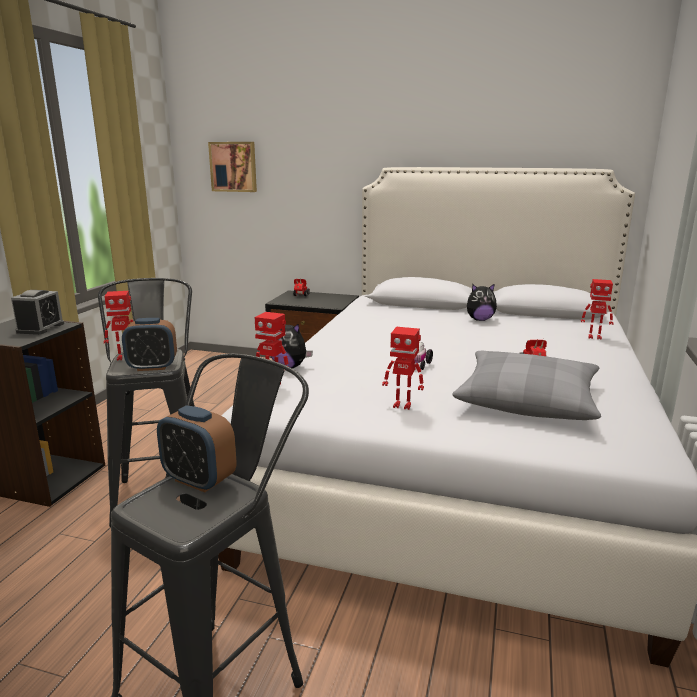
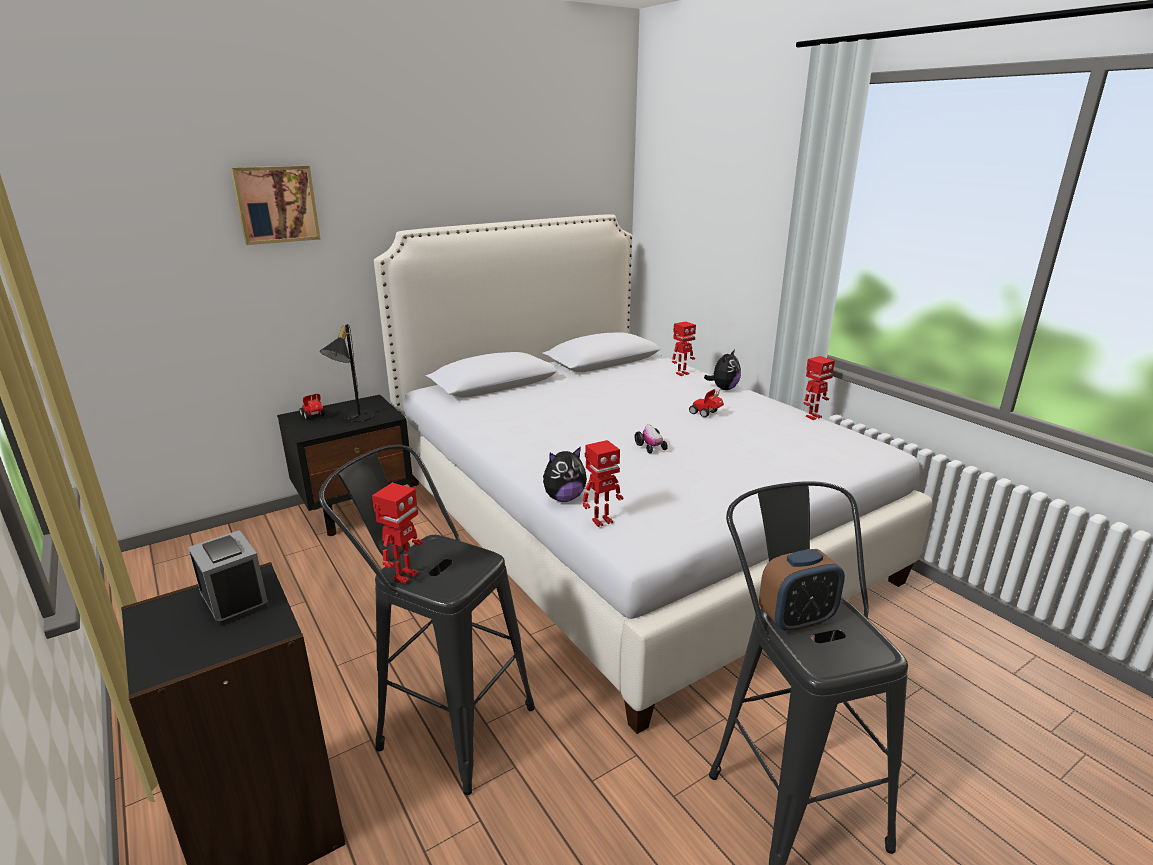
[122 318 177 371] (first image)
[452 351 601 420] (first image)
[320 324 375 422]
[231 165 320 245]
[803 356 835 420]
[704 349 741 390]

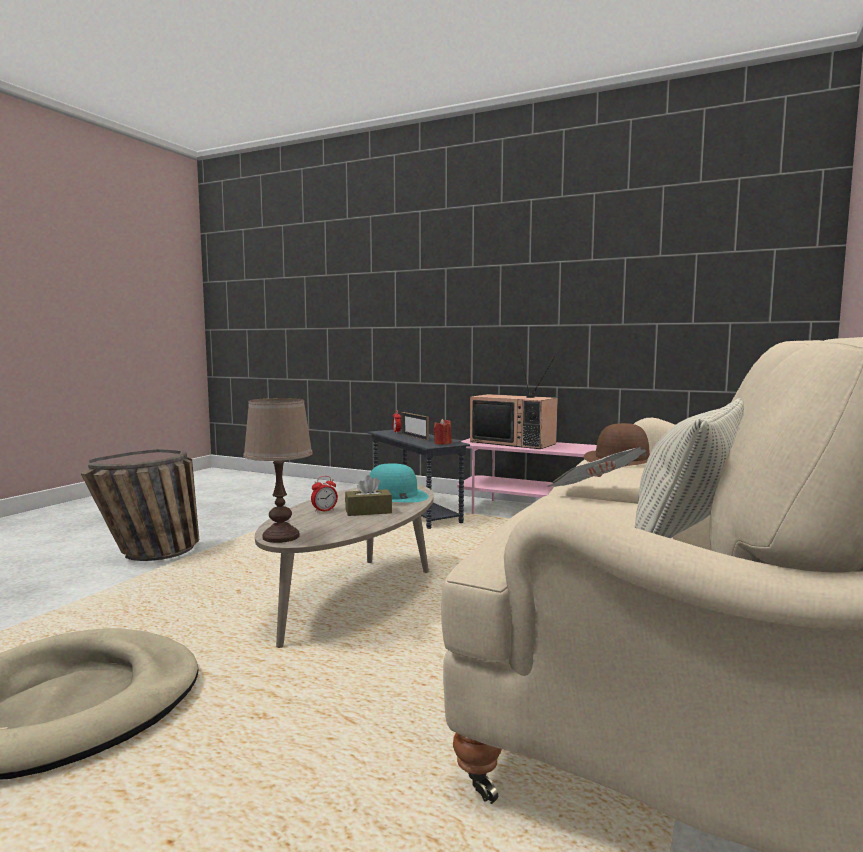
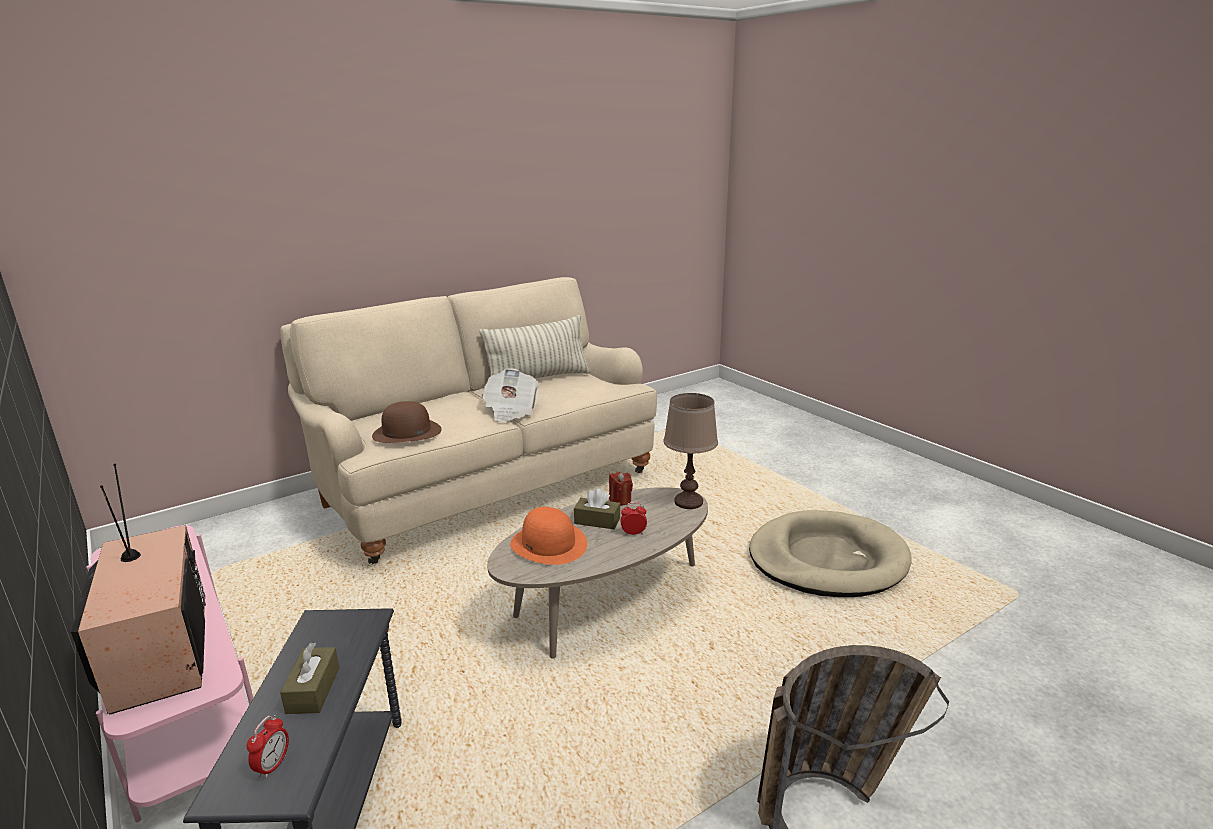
[609 472 633 505]
[280 643 339 714]
[510 507 587 565]

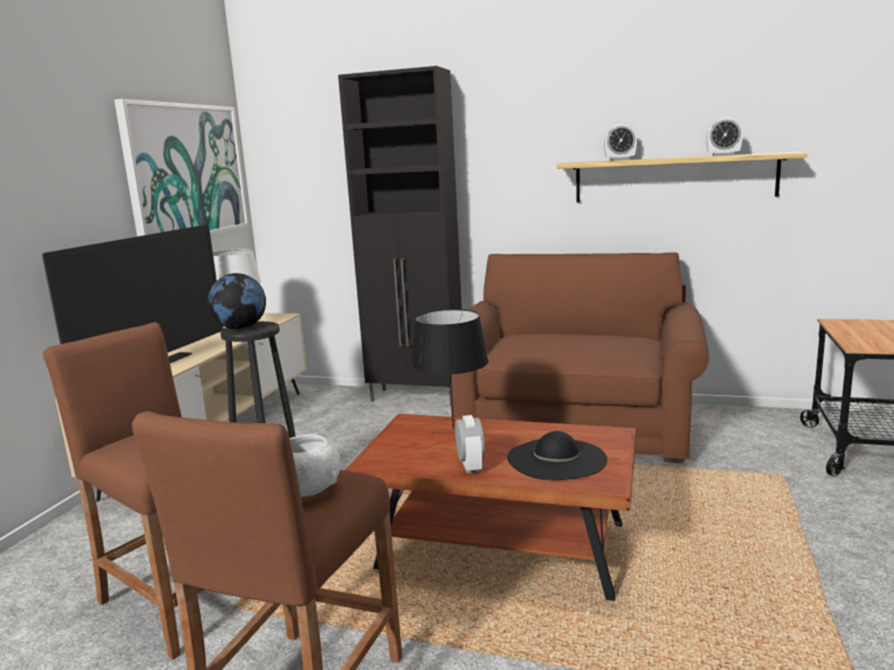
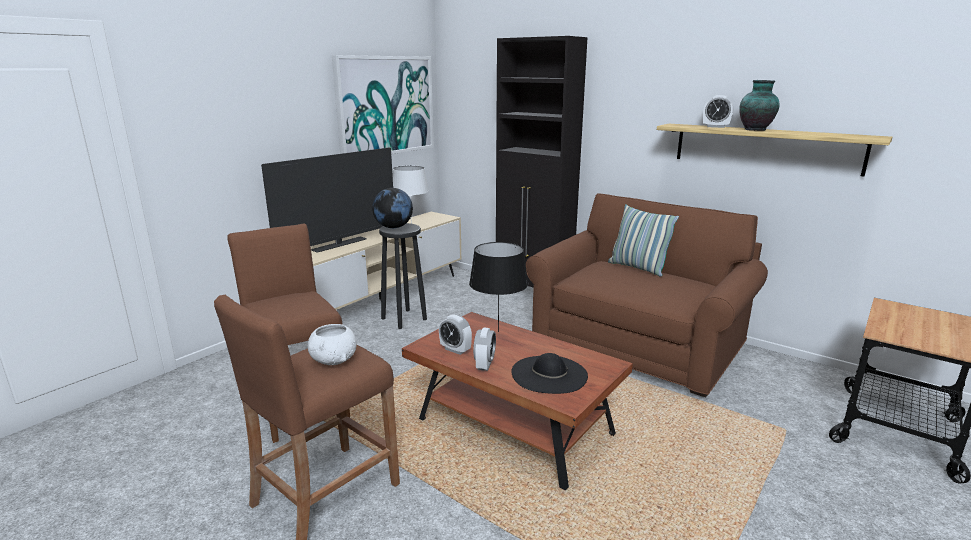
[608 204 679 277]
[739 80 779 131]
[439 314 472 355]

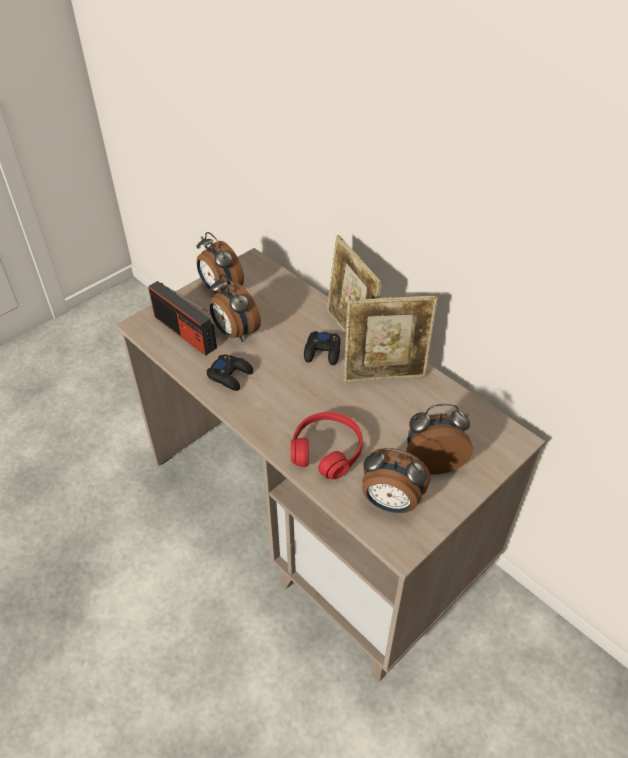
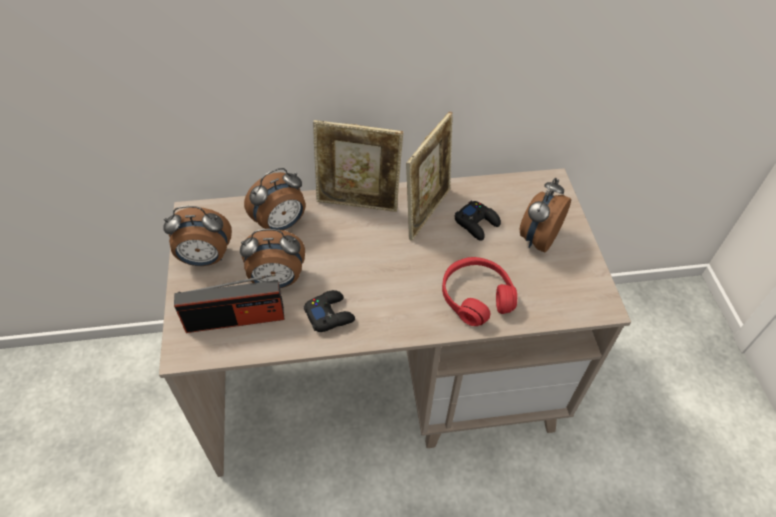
[454 201 501 241]
[244 168 306 231]

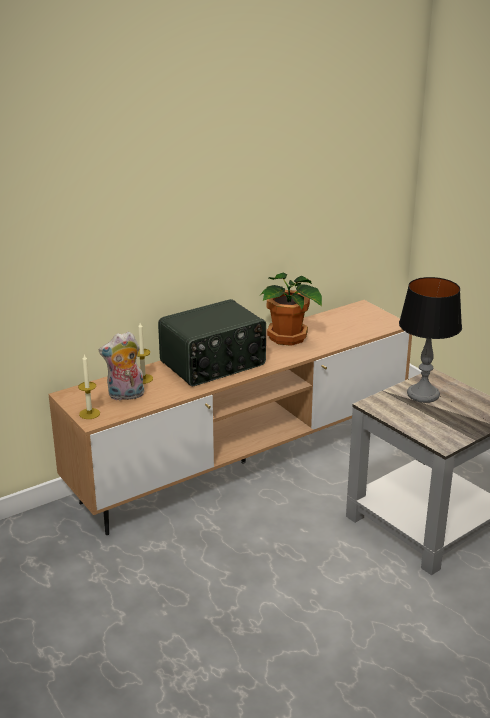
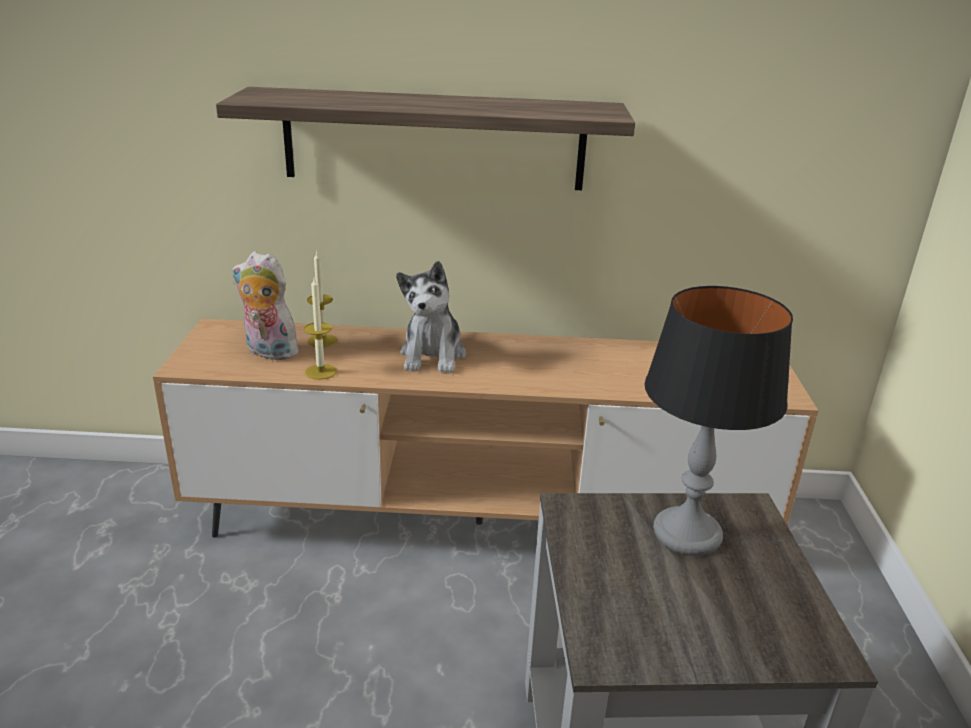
[260 273 322 346] (first image)
[216 87 635 190]
[304 277 337 380]
[396 261 466 373]

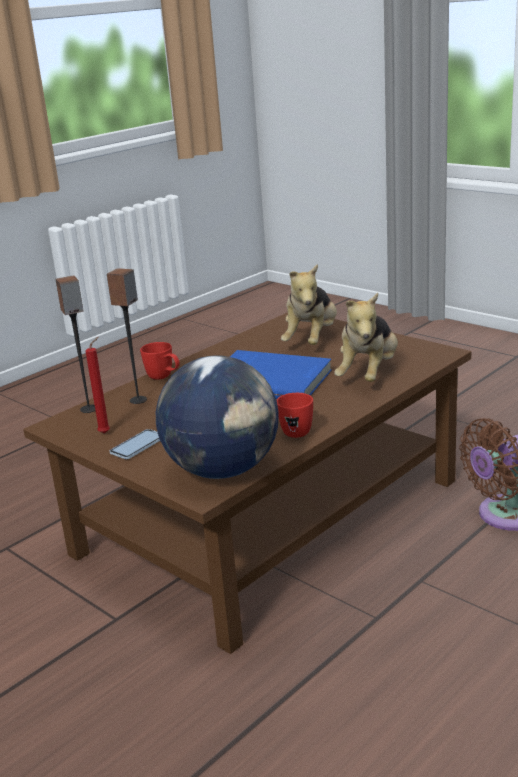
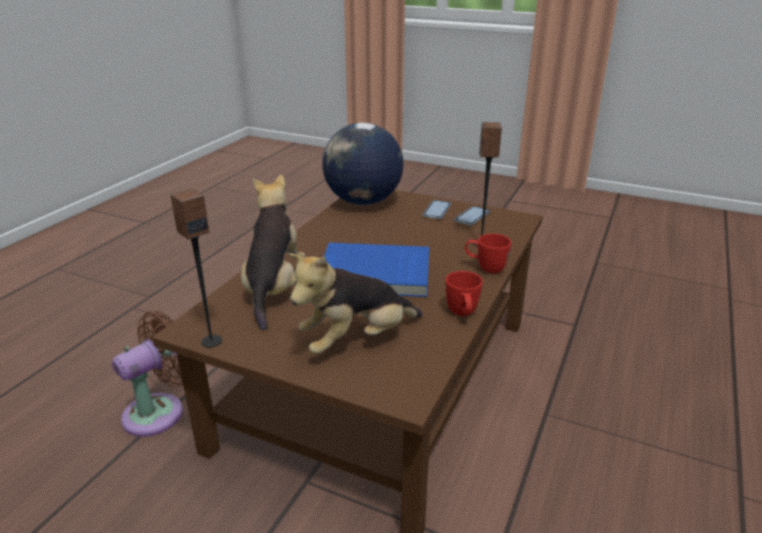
[170 189 222 348]
[446 271 483 316]
[454 206 490 225]
[288 253 423 354]

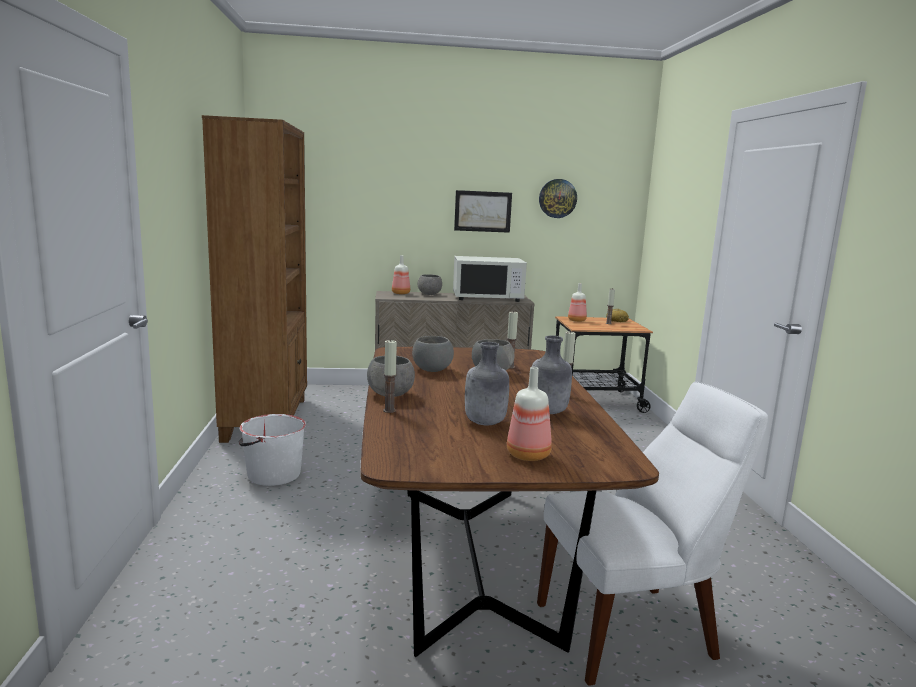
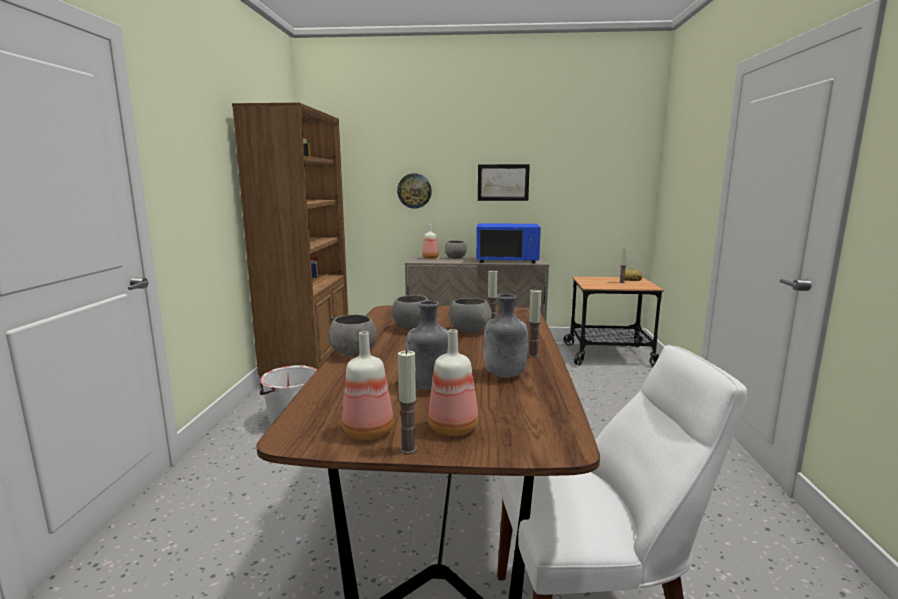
[398 350 417 454]
[397 174 432 209]
[342 331 394 440]
[476 223 541 264]

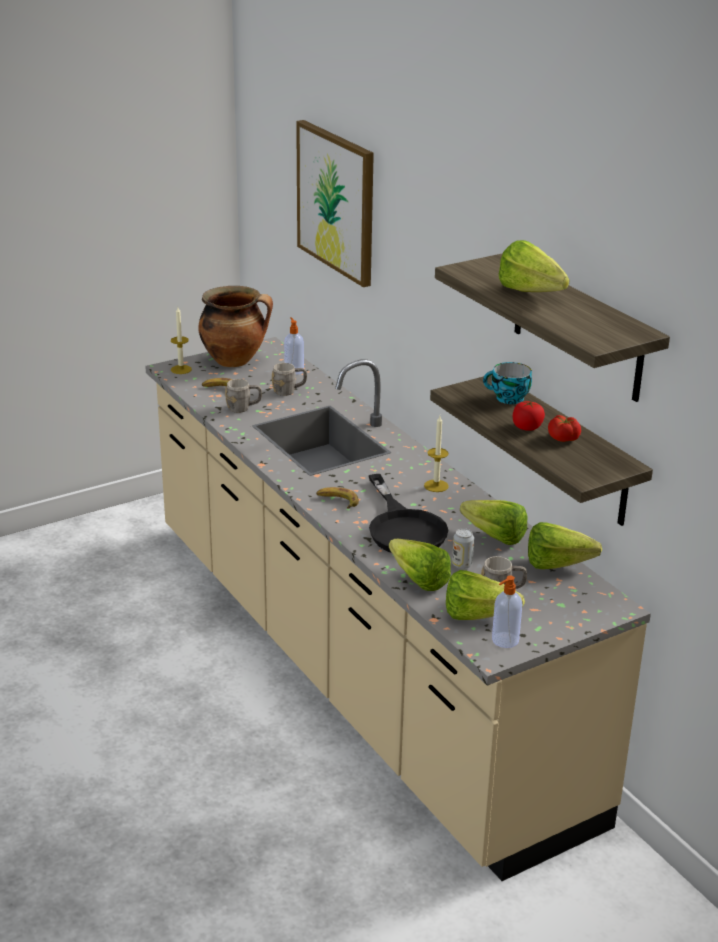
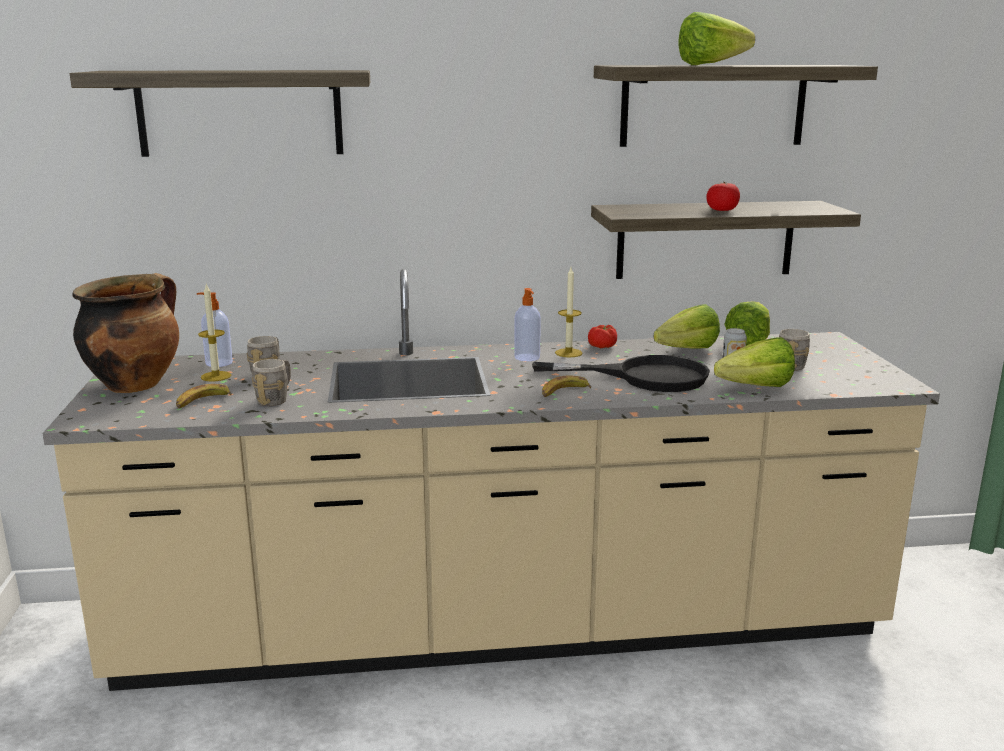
[446 570 525 620] (first image)
[483 362 532 404] (first image)
[198 284 231 382]
[514 288 541 361]
[588 325 617 348]
[70 70 370 157]

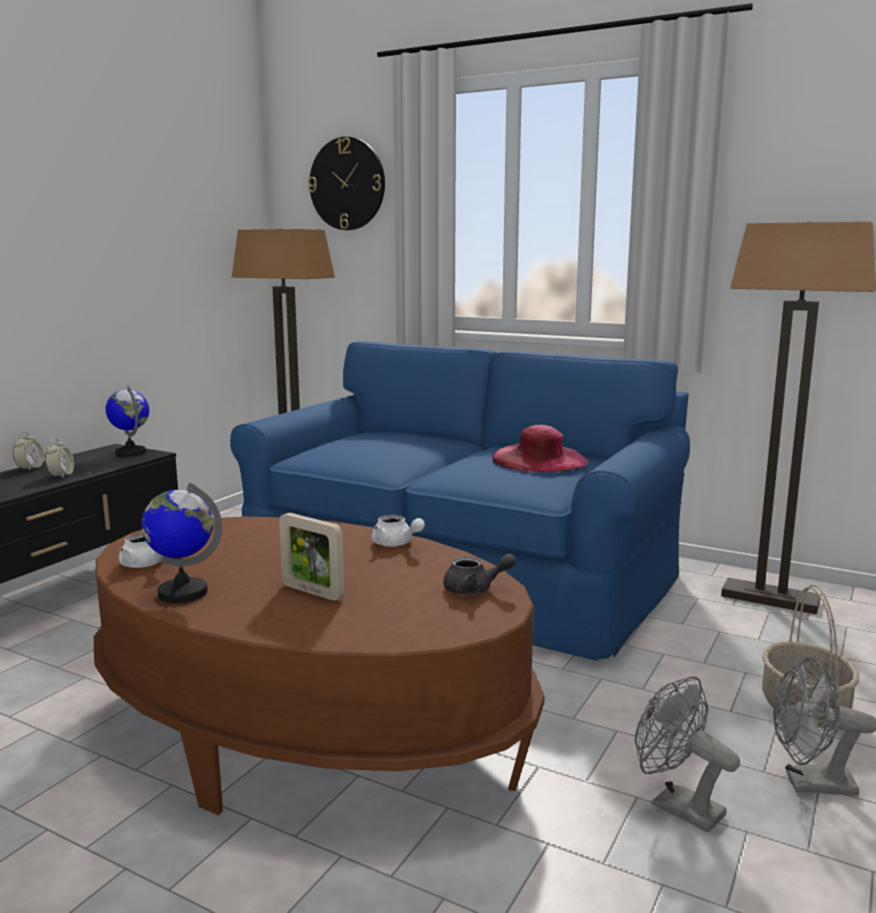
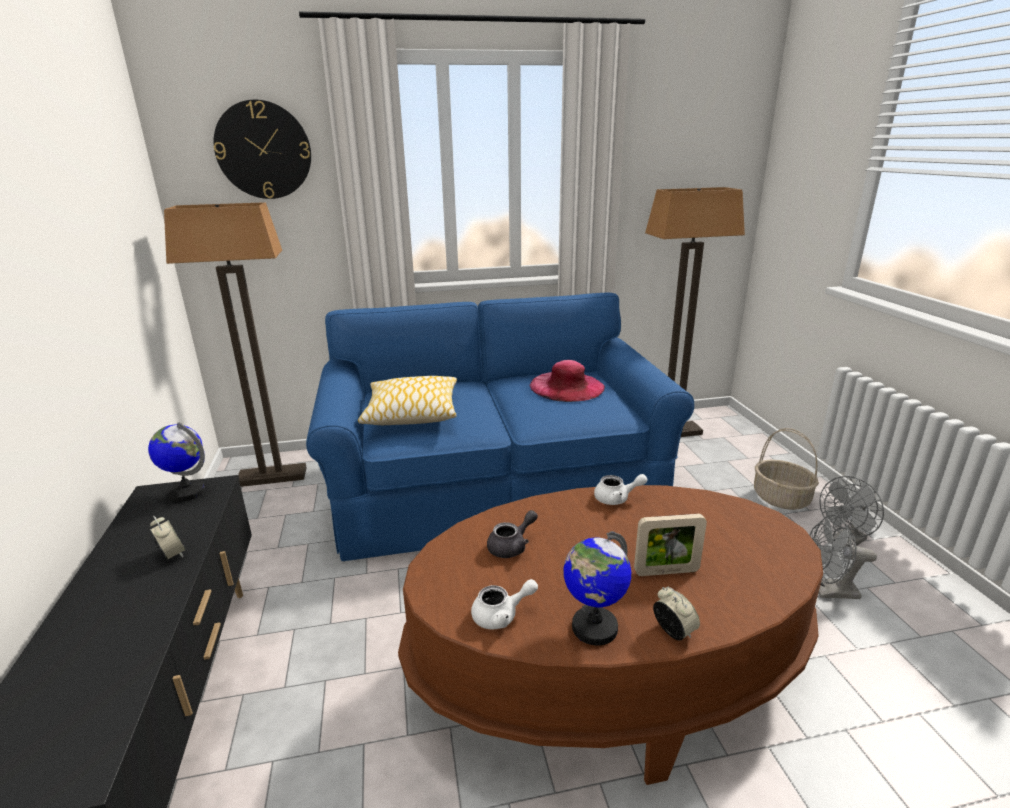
[358 376 457 425]
[653 587 700 641]
[487 510 538 558]

